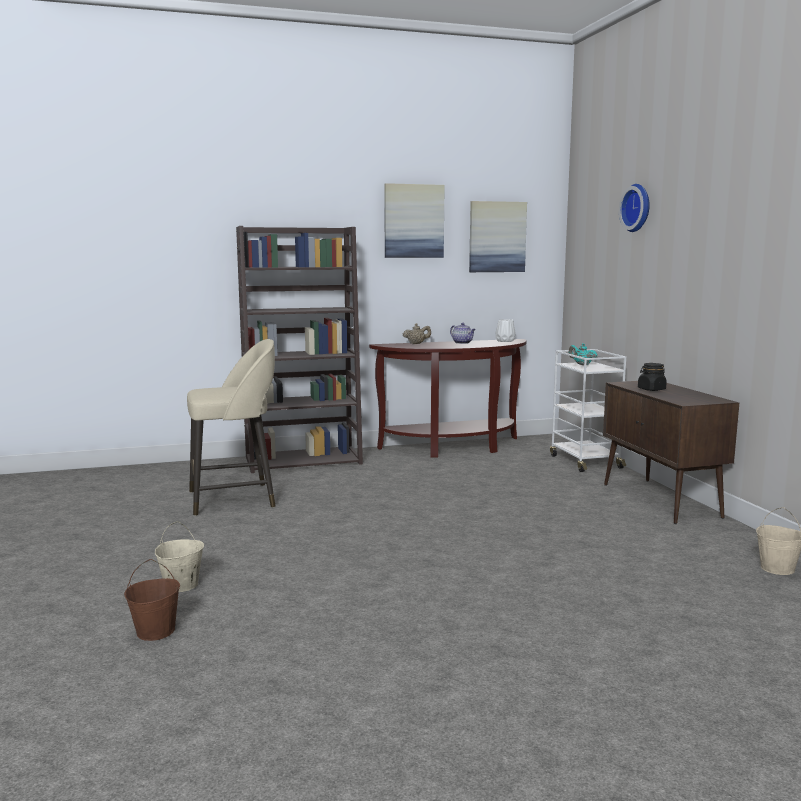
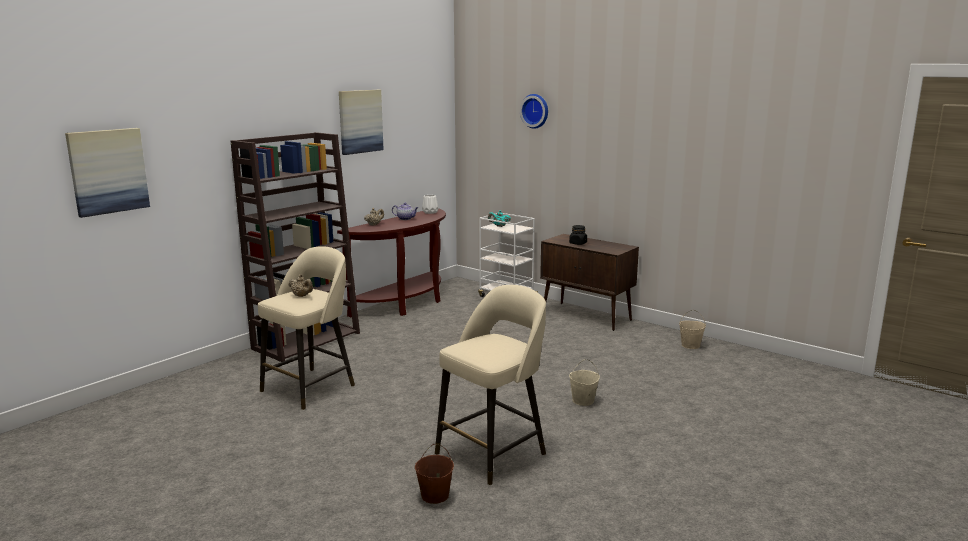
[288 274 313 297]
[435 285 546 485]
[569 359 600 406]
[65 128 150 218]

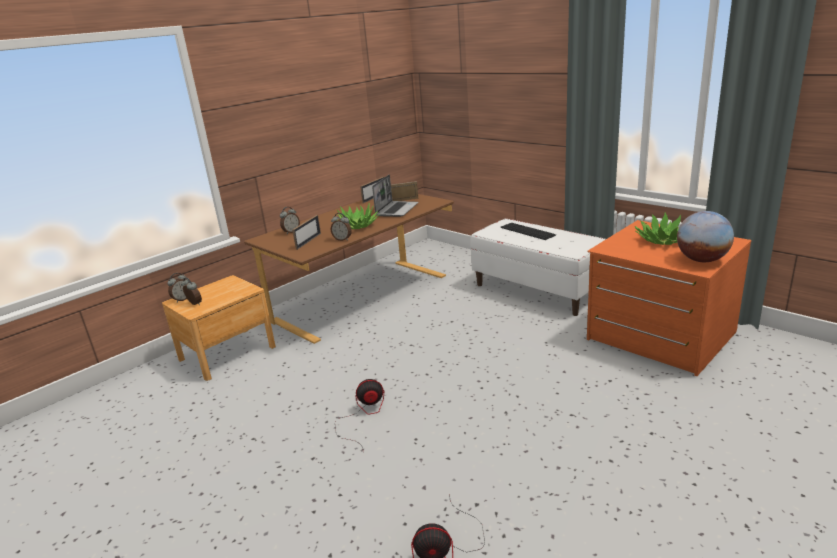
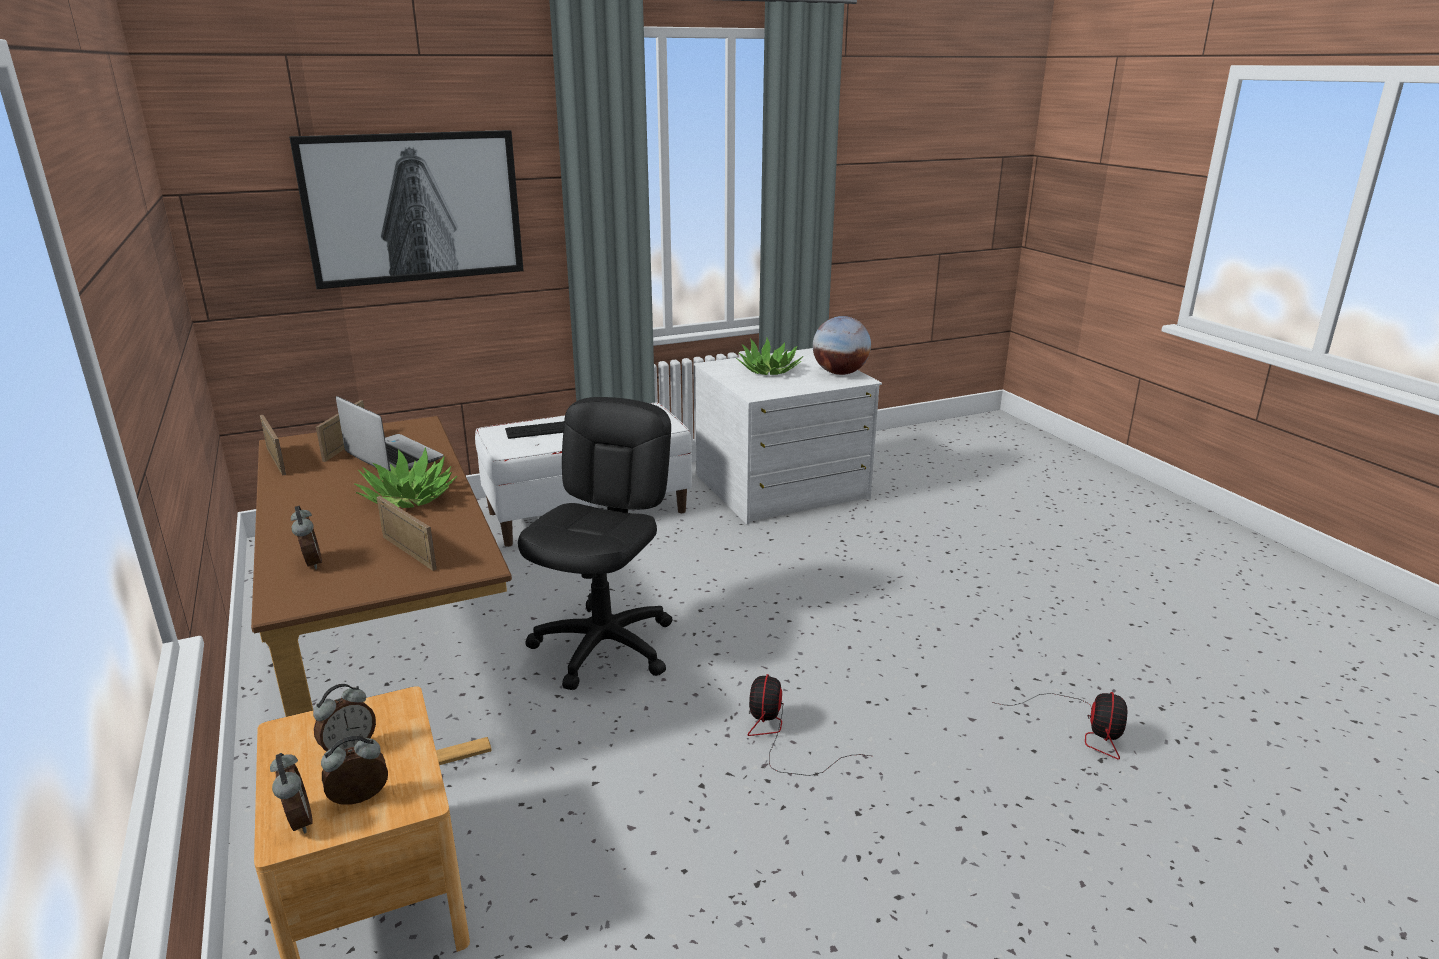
[289 130 524 289]
[518 397 672 690]
[313 684 376 752]
[694 348 882 524]

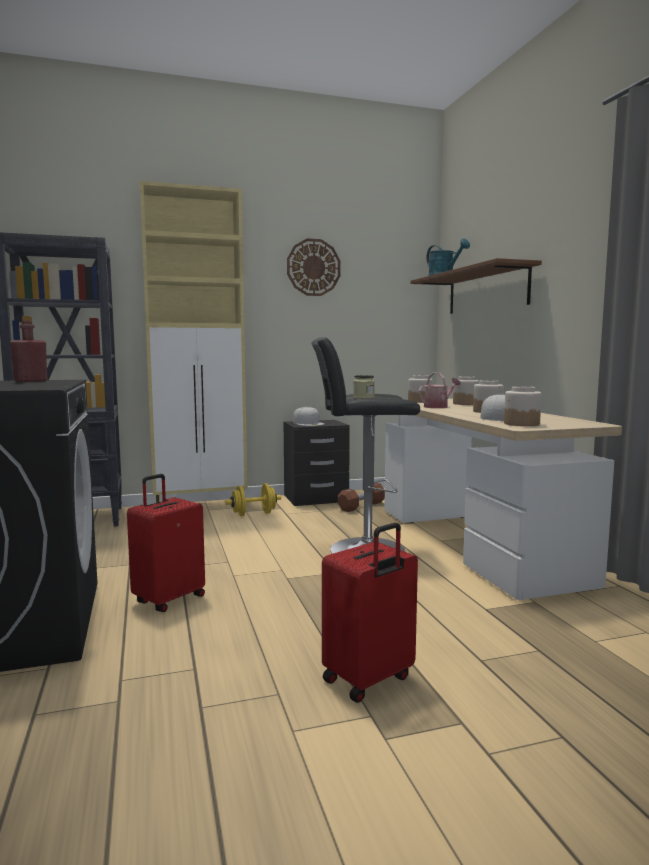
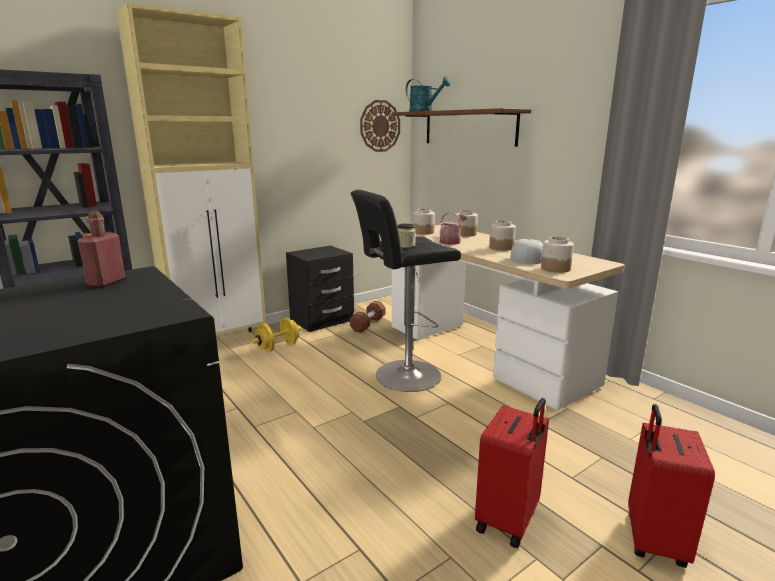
[293 407 324 426] (first image)
[628 404 715 568]
[360 100 400 152]

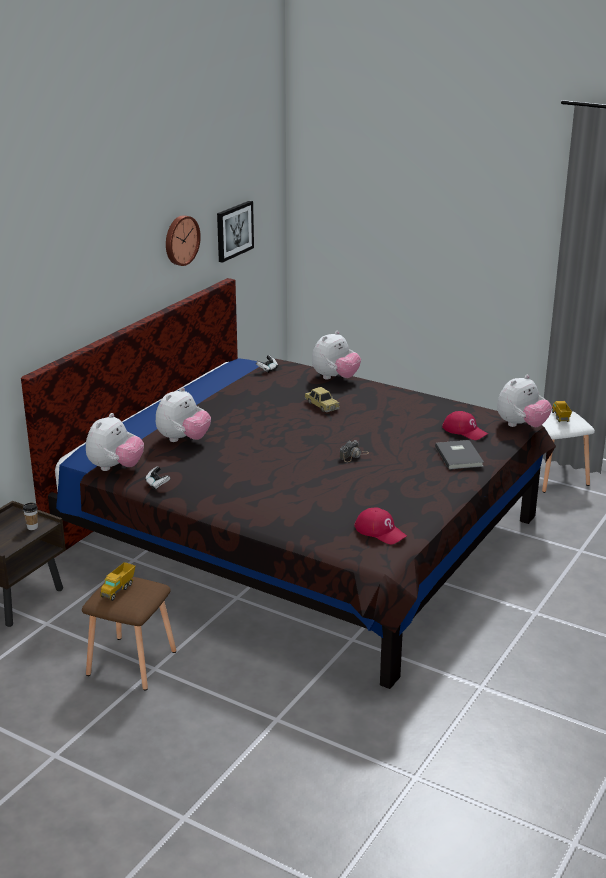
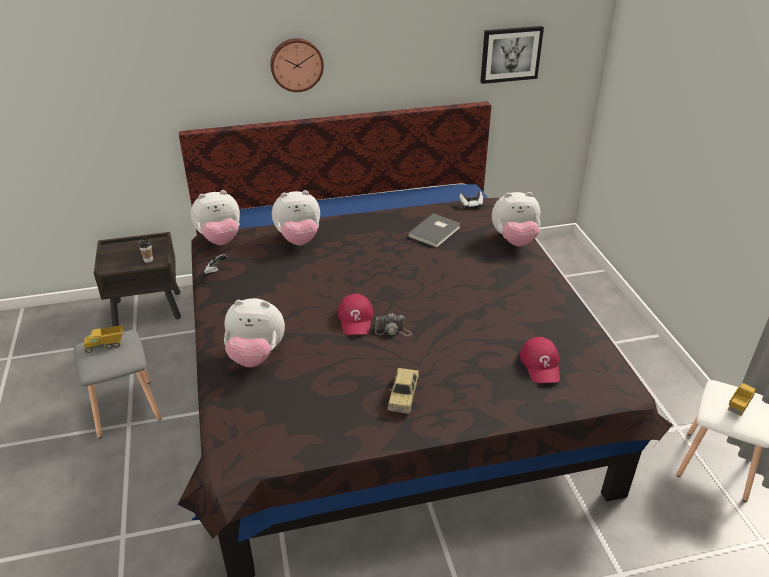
[270 38 324 92]
[388 368 419 414]
[338 294 373 335]
[408 214 461 248]
[224 298 285 367]
[74 330 161 438]

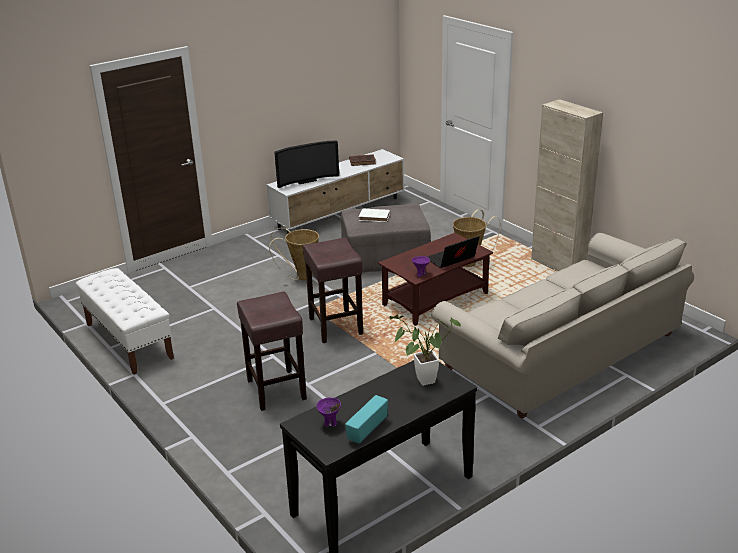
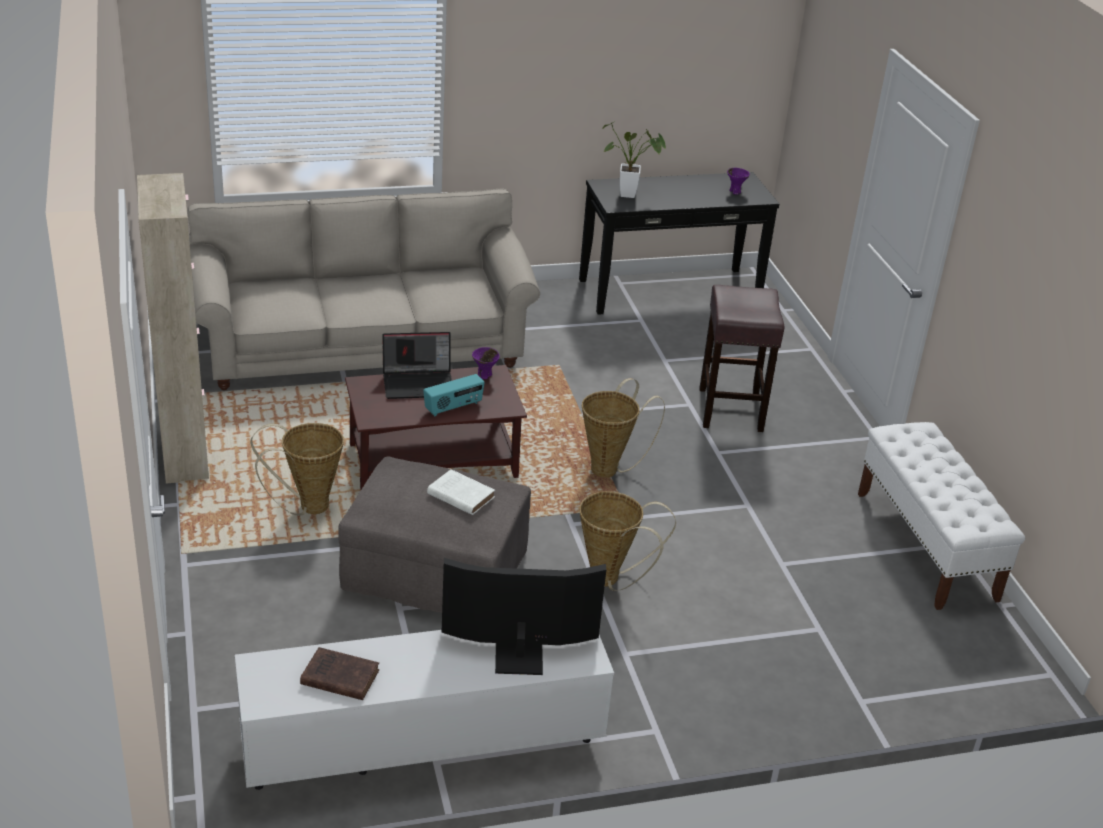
[423 374 485 416]
[582 378 665 477]

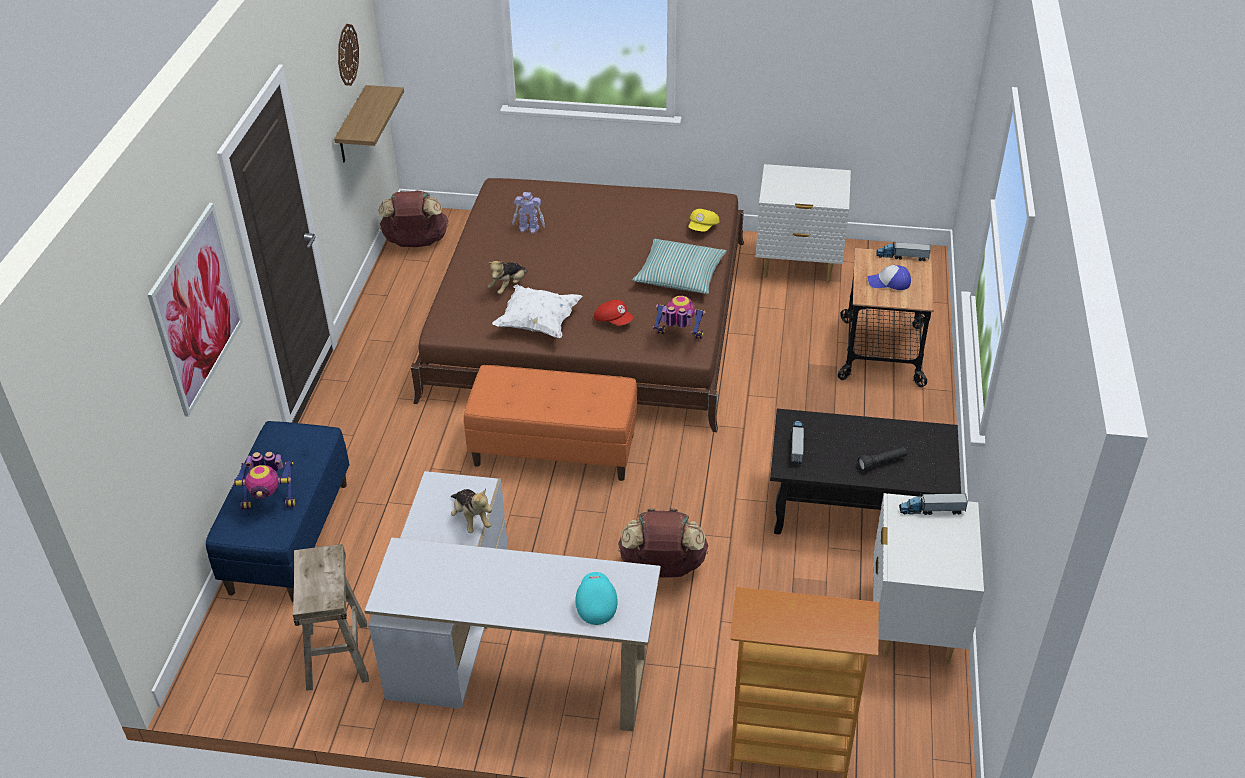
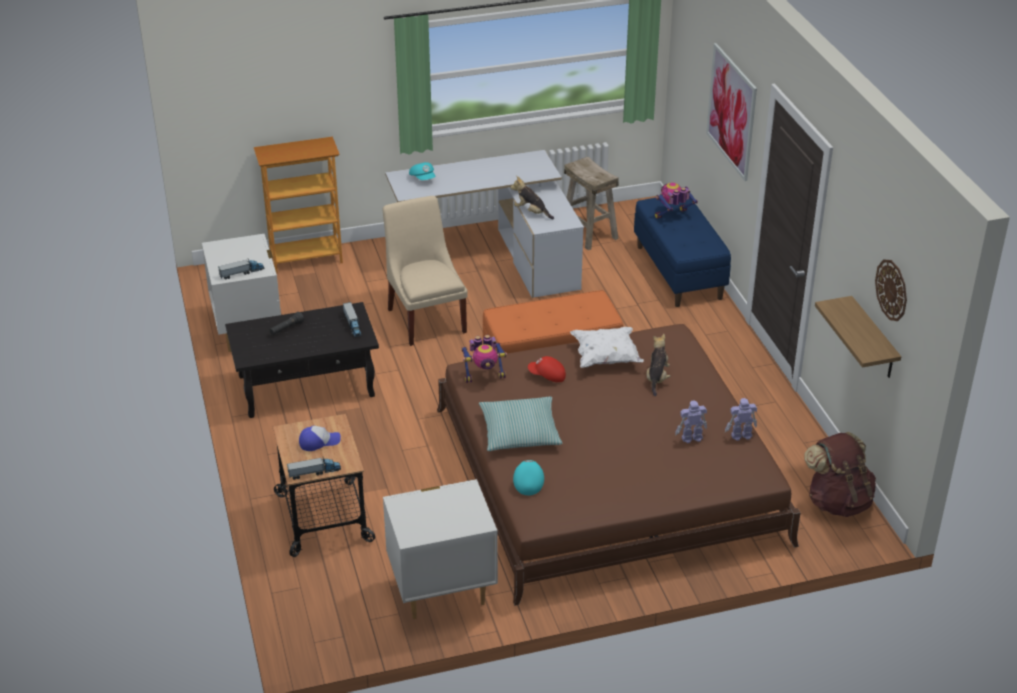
[725 398 757 441]
[382 196 468 346]
[513 460 544 496]

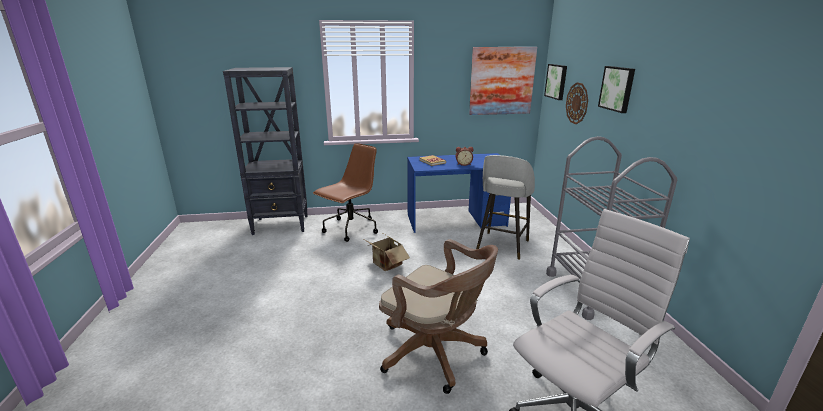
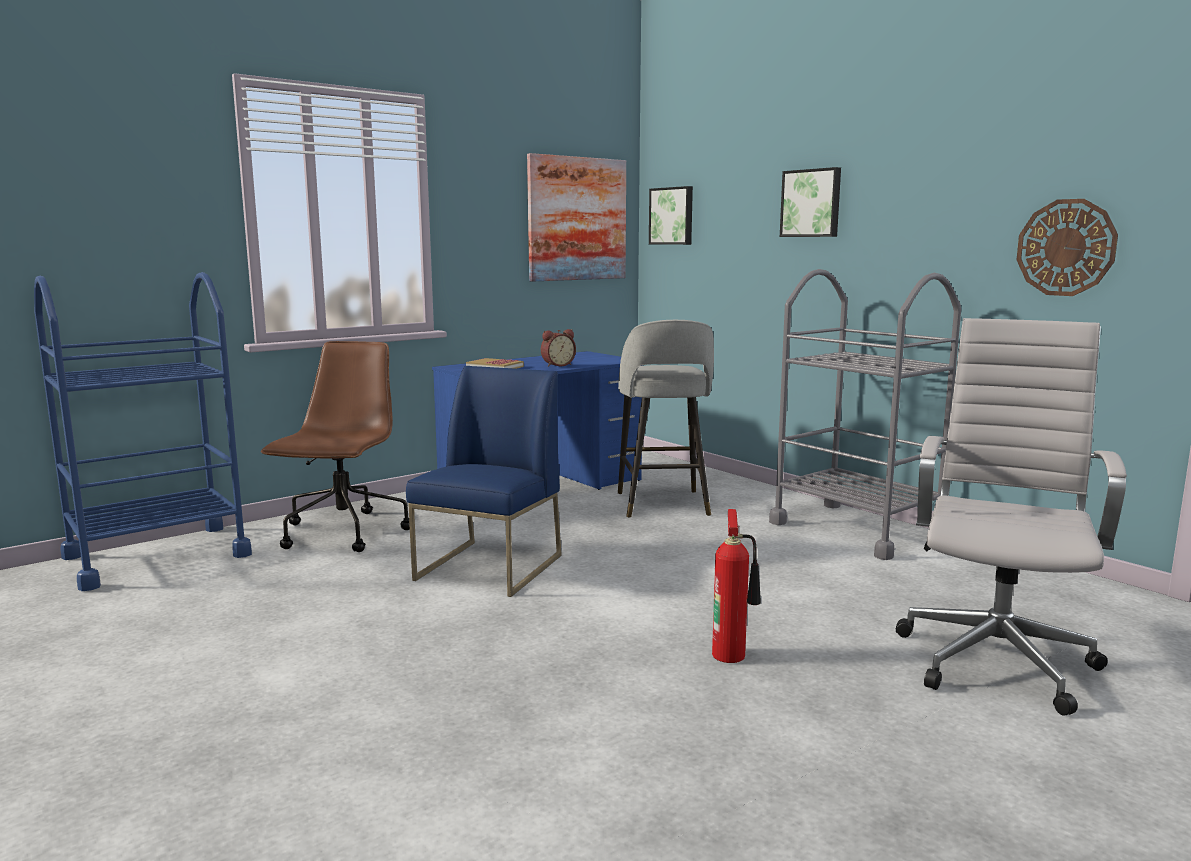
[1016 199 1118 296]
[34 272 252 591]
[406 366 562 597]
[712 509 761 663]

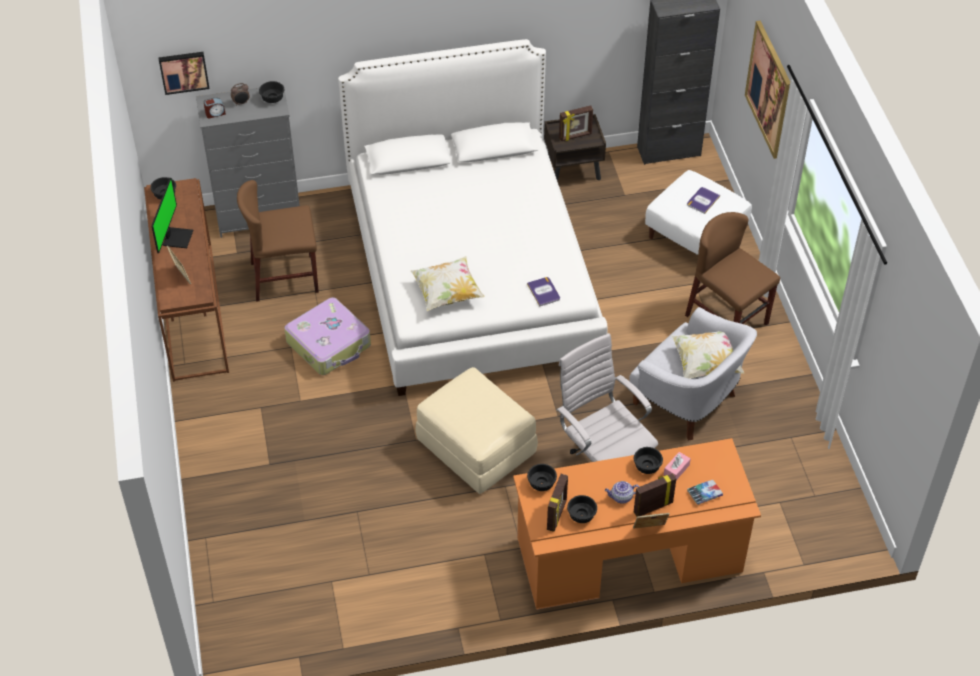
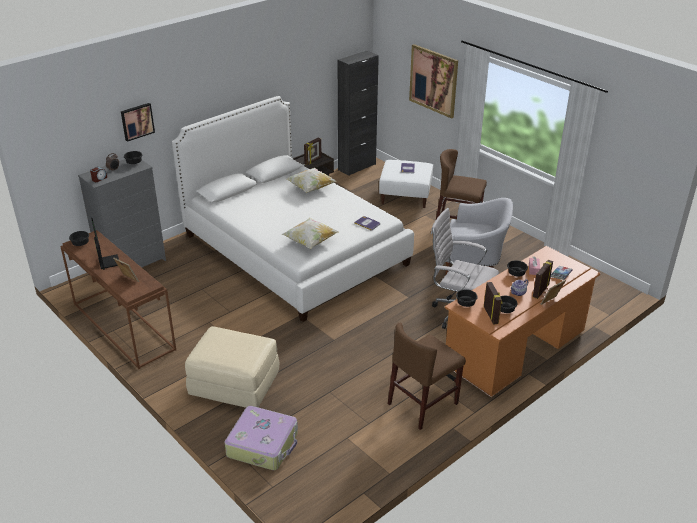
[121 103 155 142]
[388 323 466 430]
[225 406 298 470]
[185 326 280 408]
[286 168 337 193]

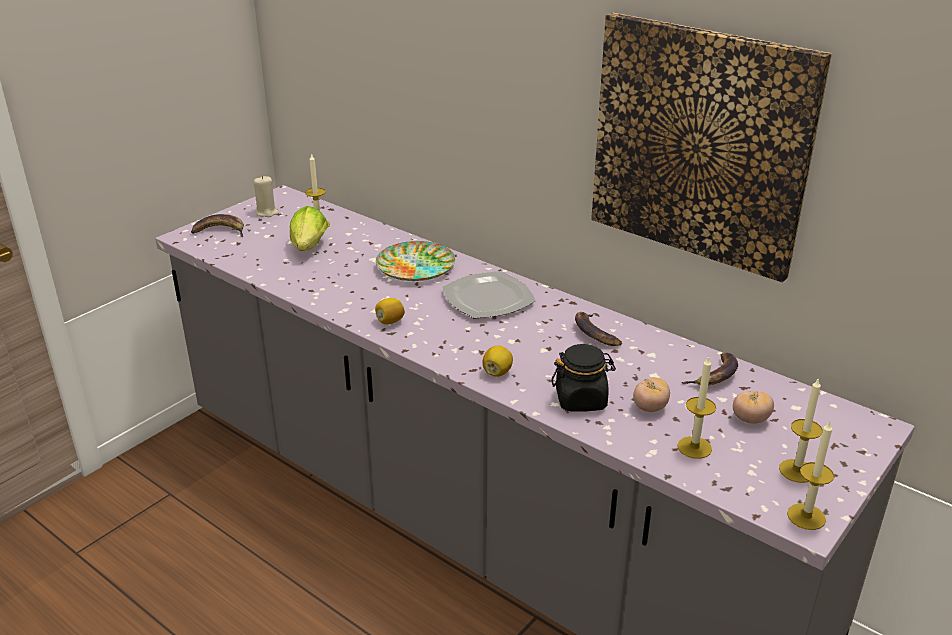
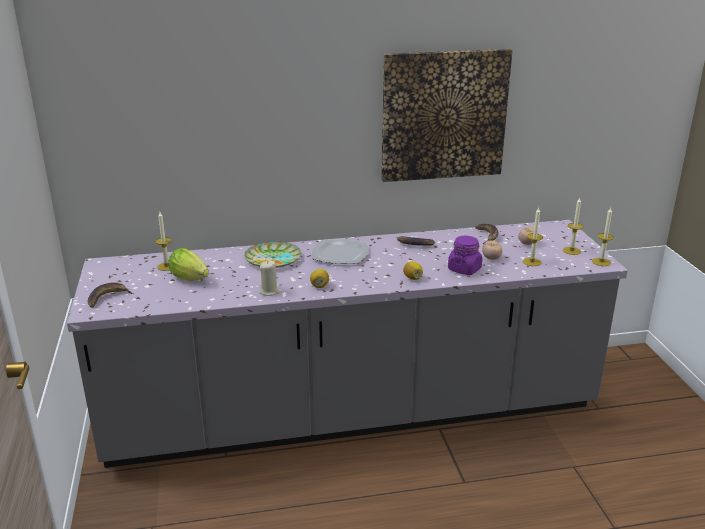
[259 261 280 296]
[448 236 482 275]

